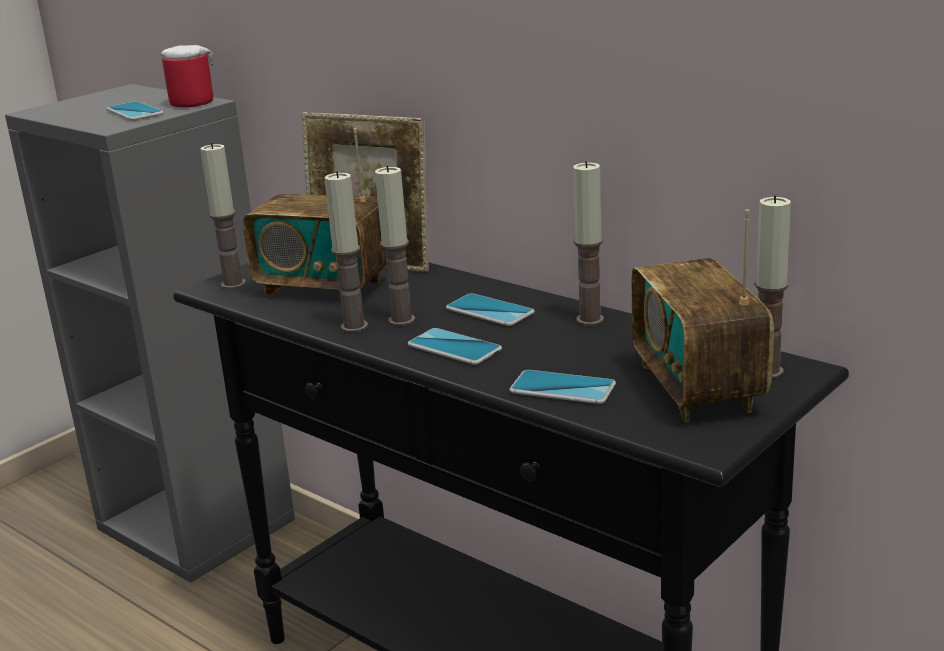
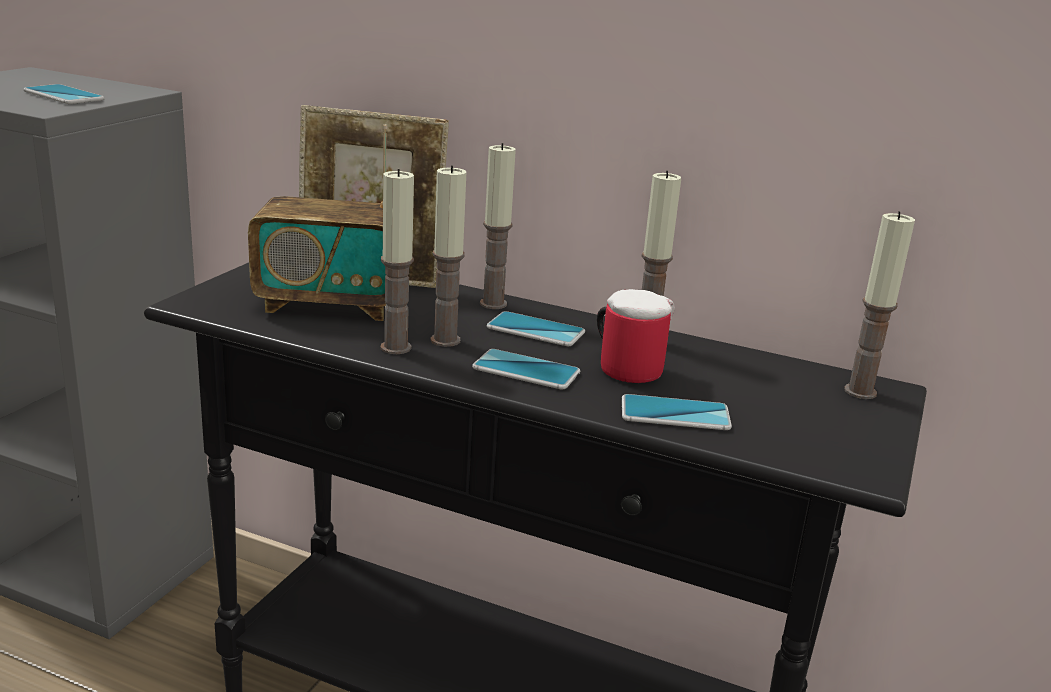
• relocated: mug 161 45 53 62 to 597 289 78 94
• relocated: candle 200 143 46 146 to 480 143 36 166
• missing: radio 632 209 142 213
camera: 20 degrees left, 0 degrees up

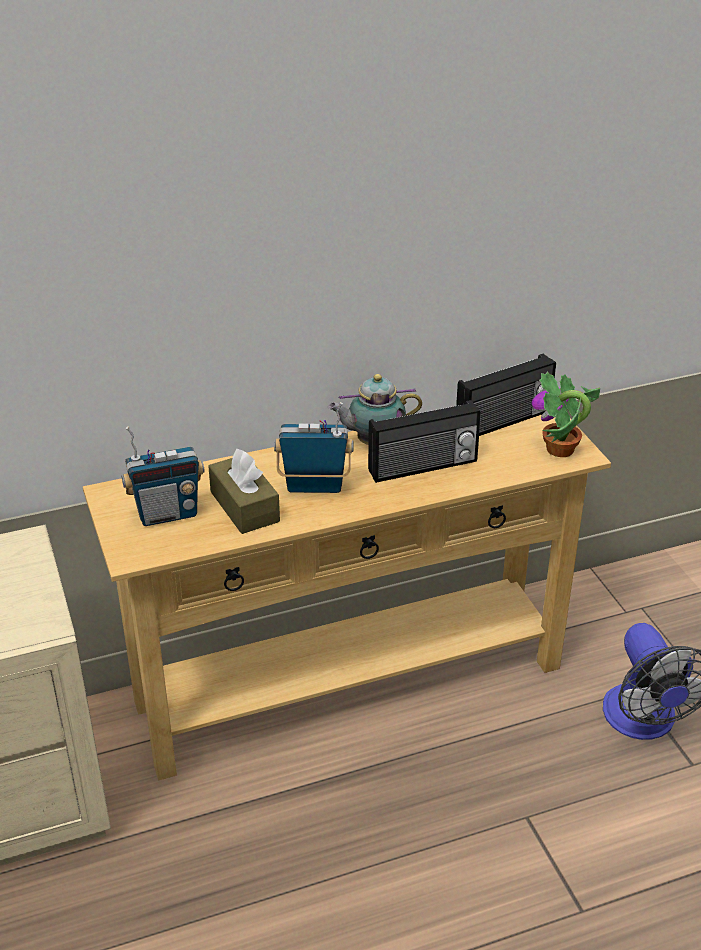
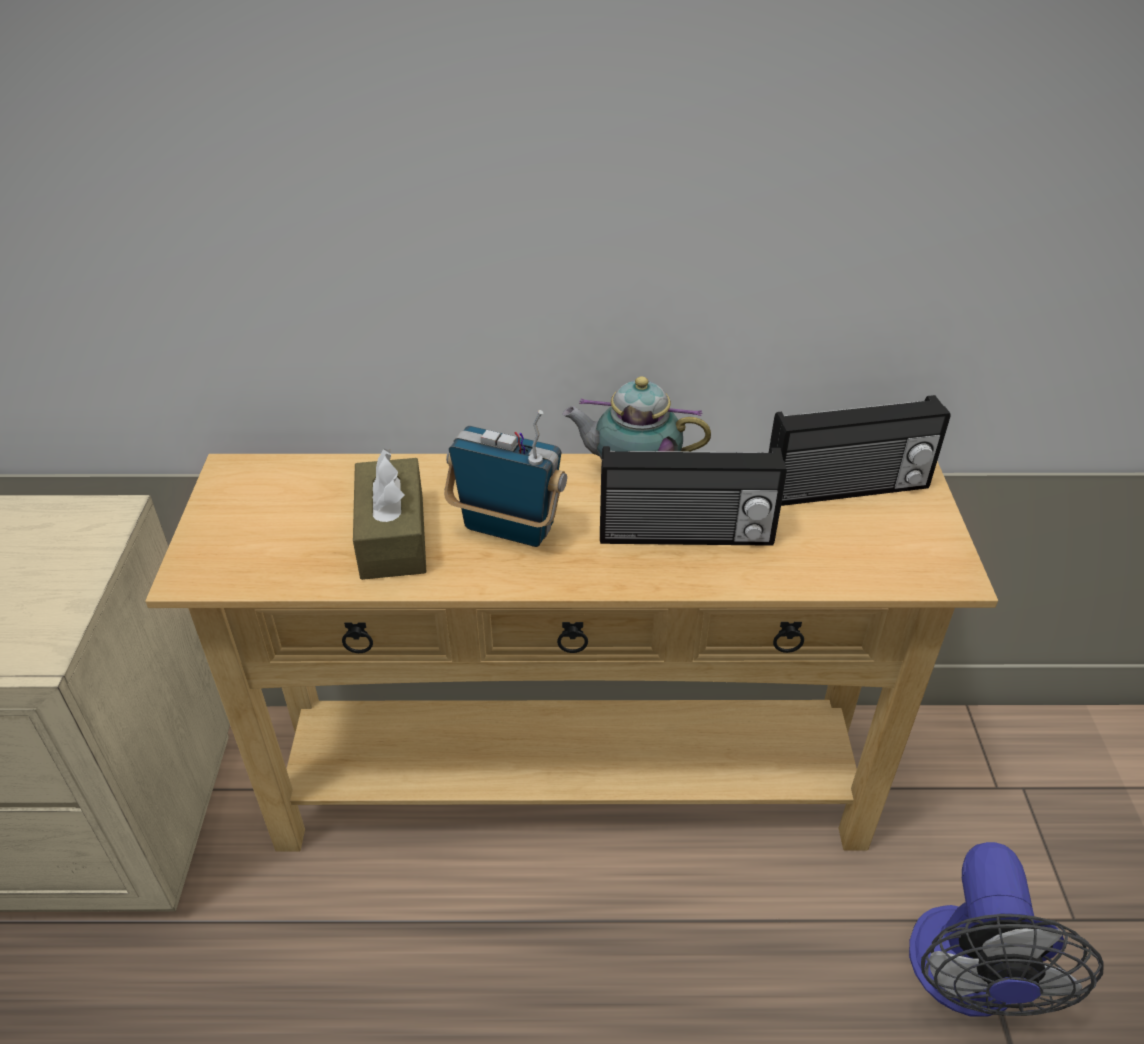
• missing: potted plant 532 372 68 85
• missing: radio 122 426 83 100
camera: 20 degrees right, 5 degrees up

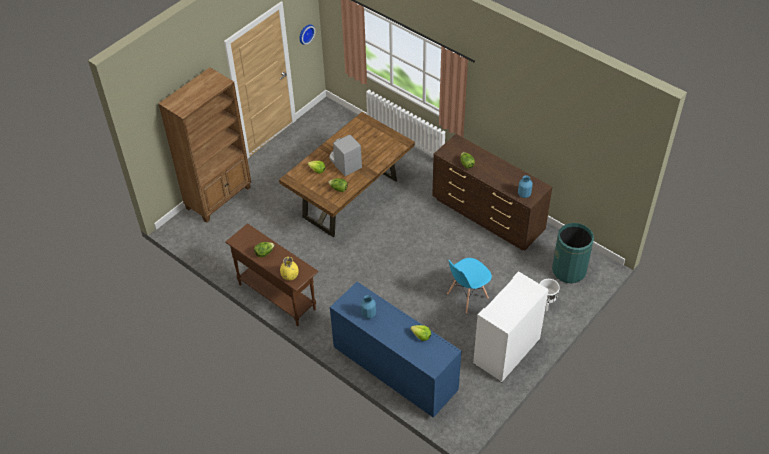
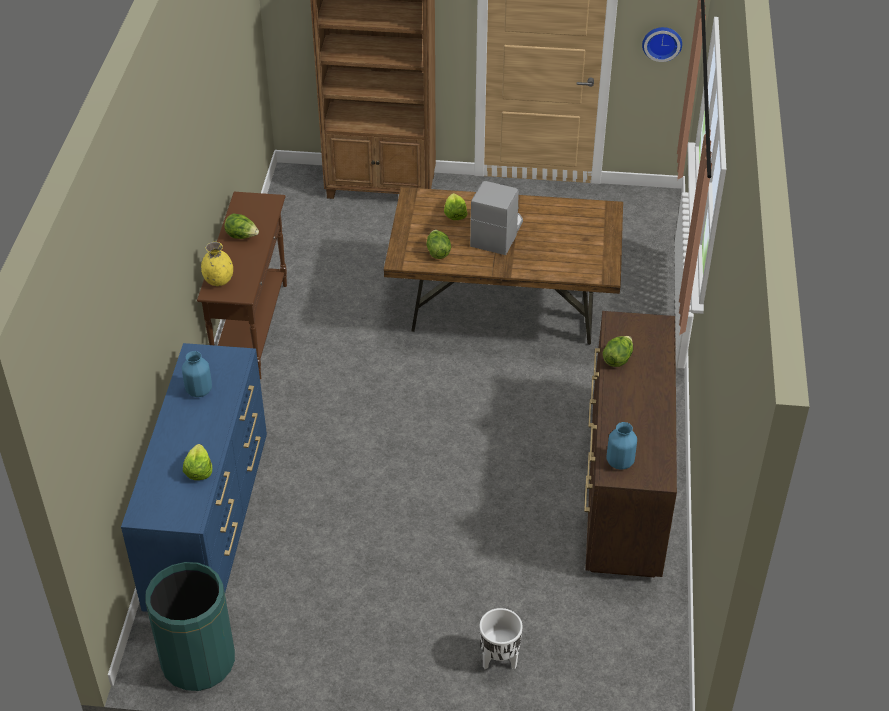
• relocated: trash can in green 552 223 42 60 to 145 562 90 129
• missing: chair in blue 447 258 45 55
• missing: cabinet in white 473 272 76 111
camera: 55 degrees right, 5 degrees down

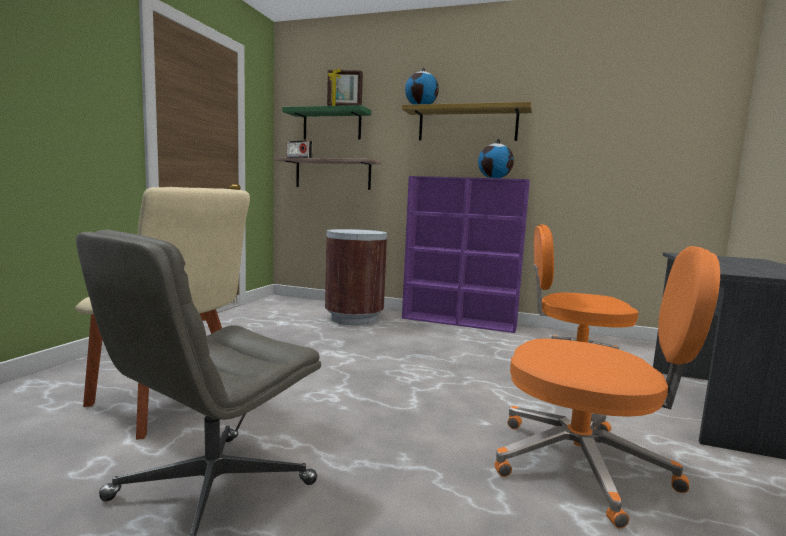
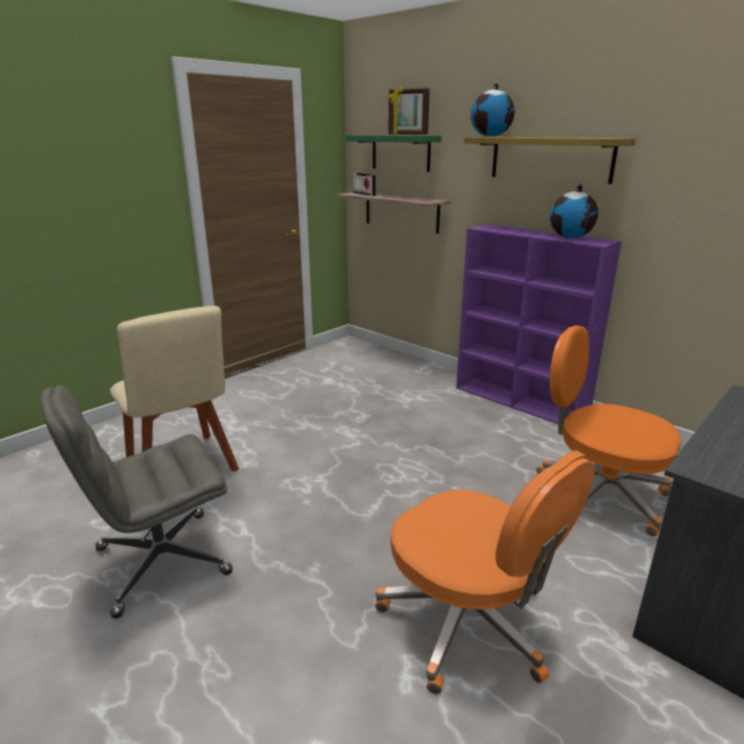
• missing: trash can in brown 325 229 62 96
camera: 25 degrees right, 15 degrees up

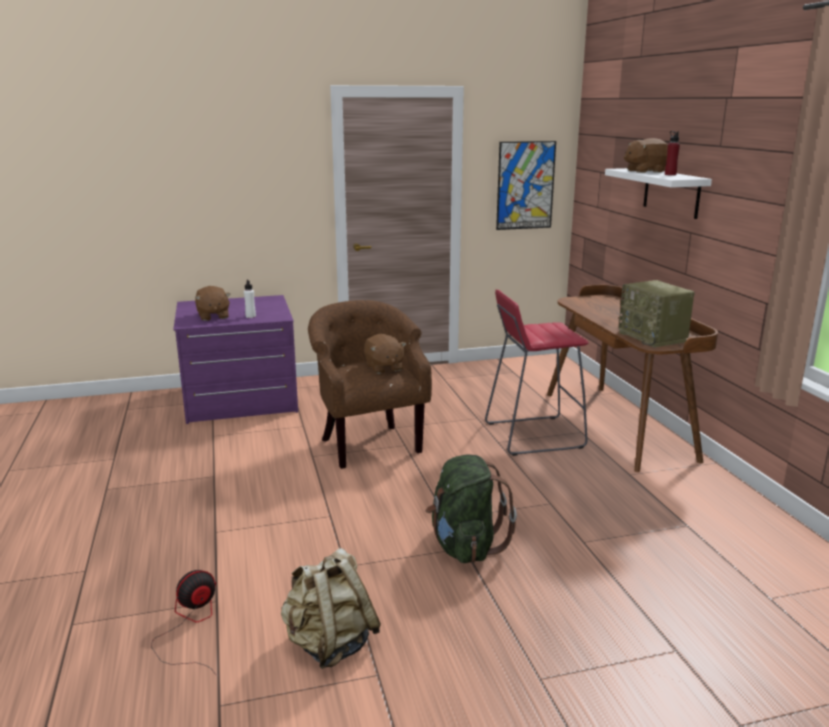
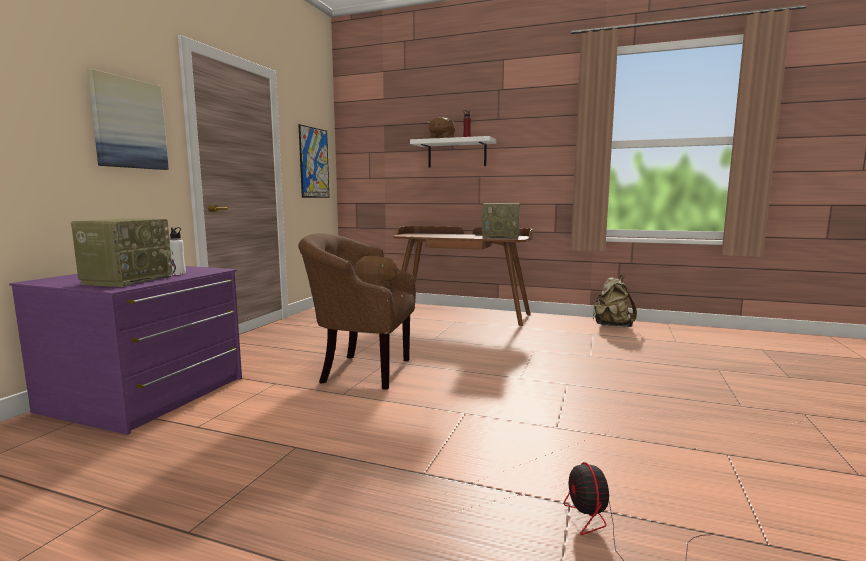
• exchanged: plush toy in brown 195 286 36 35 to radio 71 218 105 69
• missing: stool in red 485 290 104 166
• missing: backpack in green 426 455 91 108
• relocated: backpack in beige 281 548 100 121 to 593 275 44 52
• appeared: picture 87 69 82 101
camera: 55 degrees left, 10 degrees down

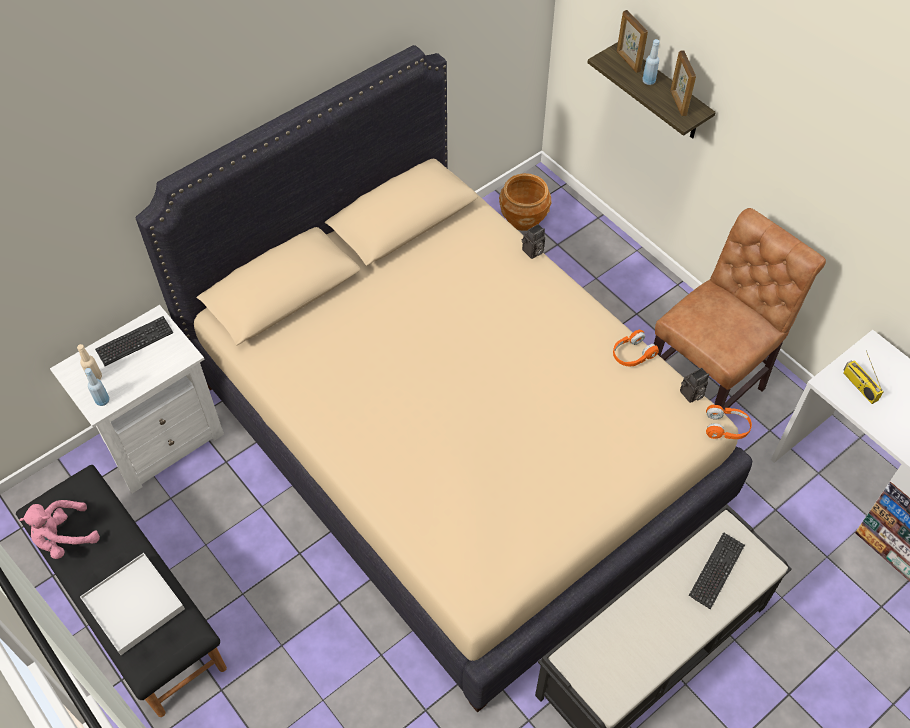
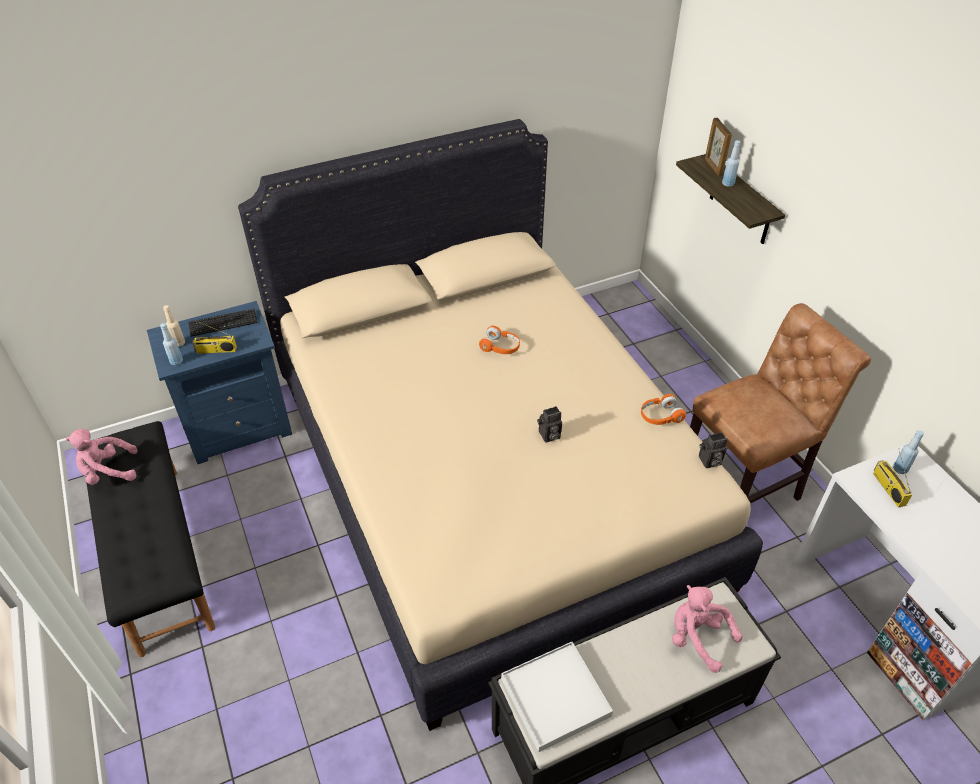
• missing: picture frame 670 50 26 66
• missing: planter in brown 499 173 52 58
• relocated: photo camera 522 224 23 35 to 537 406 25 37
• colour: nightstand in white 50 305 174 189 to nightstand in blue 147 301 145 163
• relocated: headphones in orange 706 405 46 34 to 479 326 41 28
• exchanged: keyboard 689 532 56 77 to plush toy in pink 672 585 70 88
• relocated: tray in white 80 553 105 102 to 501 642 112 110
• appeared: radio 192 320 45 34
• appeared: bottle in blue 893 430 31 44
camera: 15 degrees right, 10 degrees down

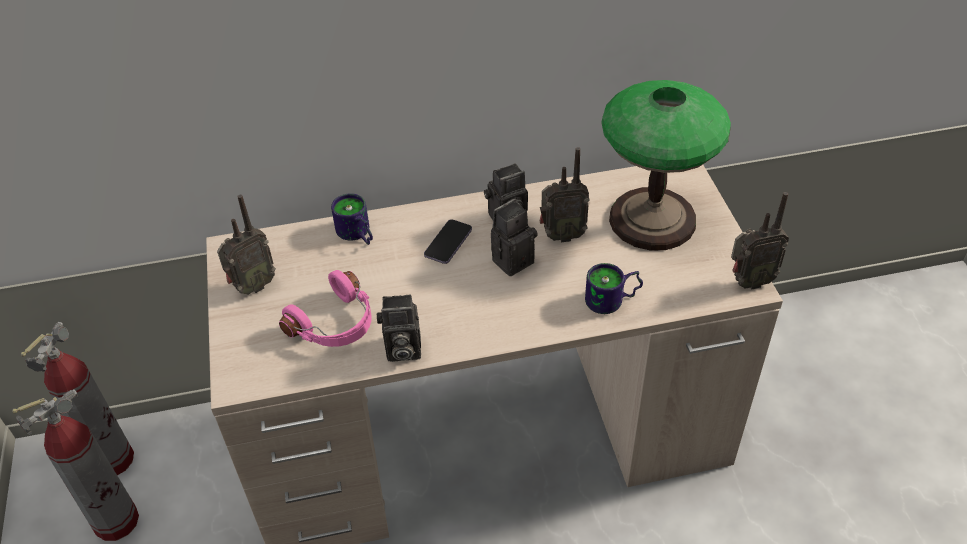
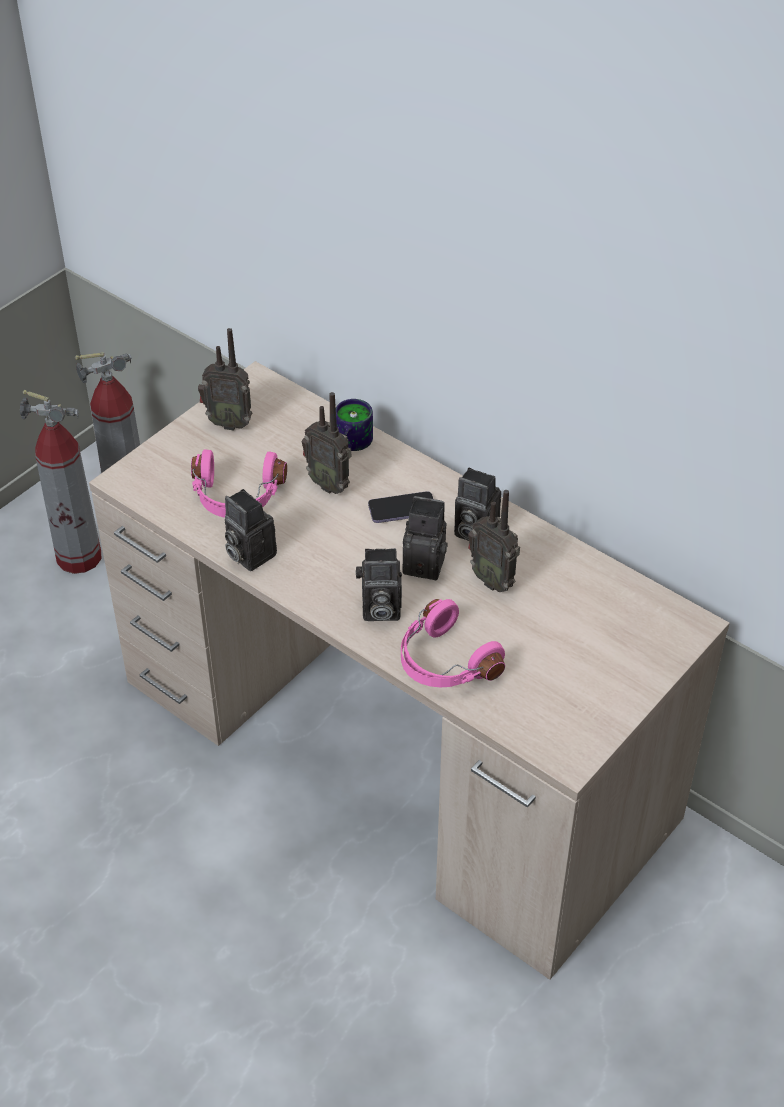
• missing: table lamp 601 80 130 171
• relocated: radio 731 192 58 98 to 302 392 49 102
• exchanged: mug 585 263 58 51 to headphones in pink 401 599 104 88
• appeared: photo camera 356 548 46 73
camera: 50 degrees right, 0 degrees up

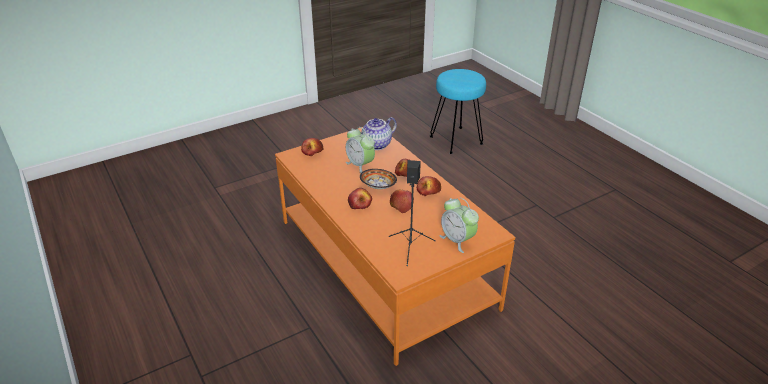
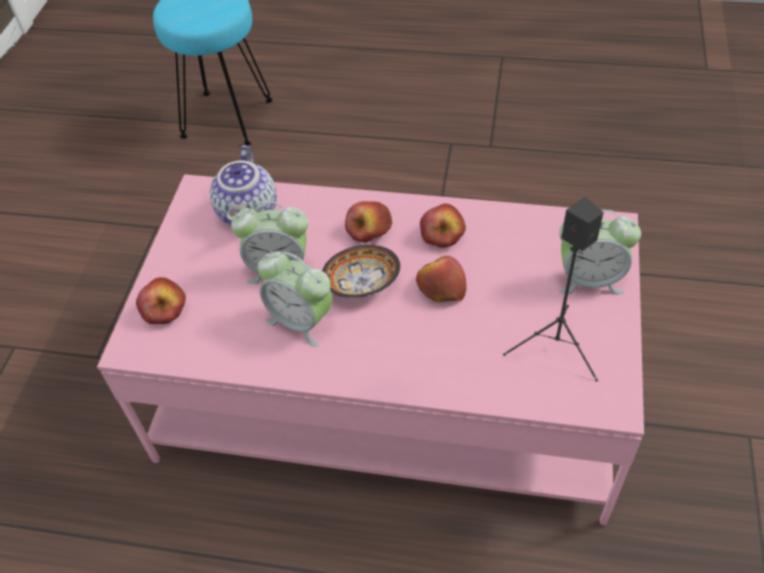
• colour: coffee table in orange 275 127 240 239 to coffee table in pink 97 174 547 351
• missing: apple 348 188 24 21
• appeared: alarm clock 258 251 75 96
camera: 45 degrees left, 15 degrees up

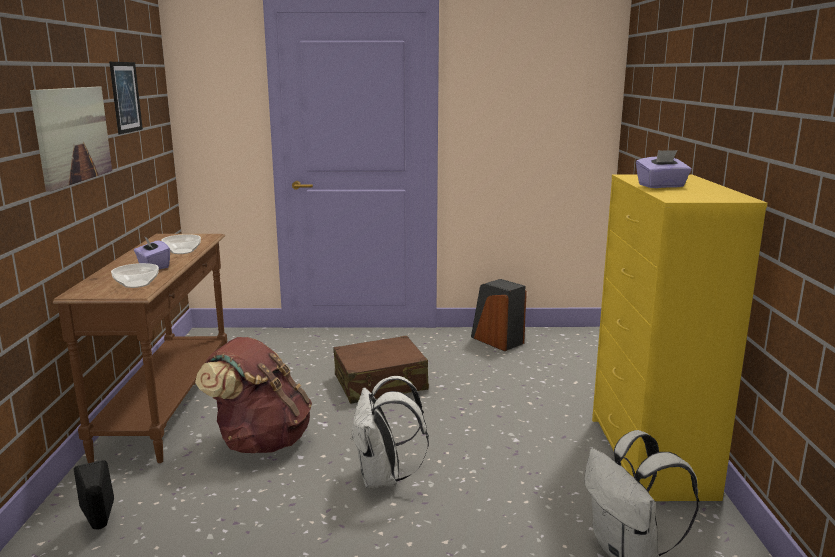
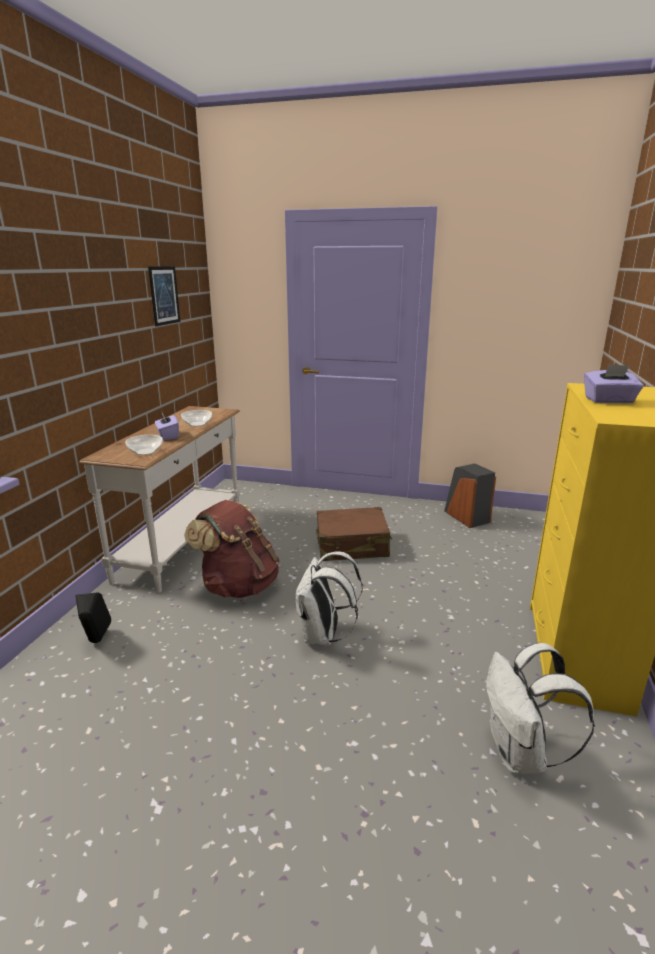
• missing: picture 30 86 82 106
• colour: console table in brown 53 234 174 229 to console table in white 79 406 161 187
camera: 15 degrees right, 5 degrees up

